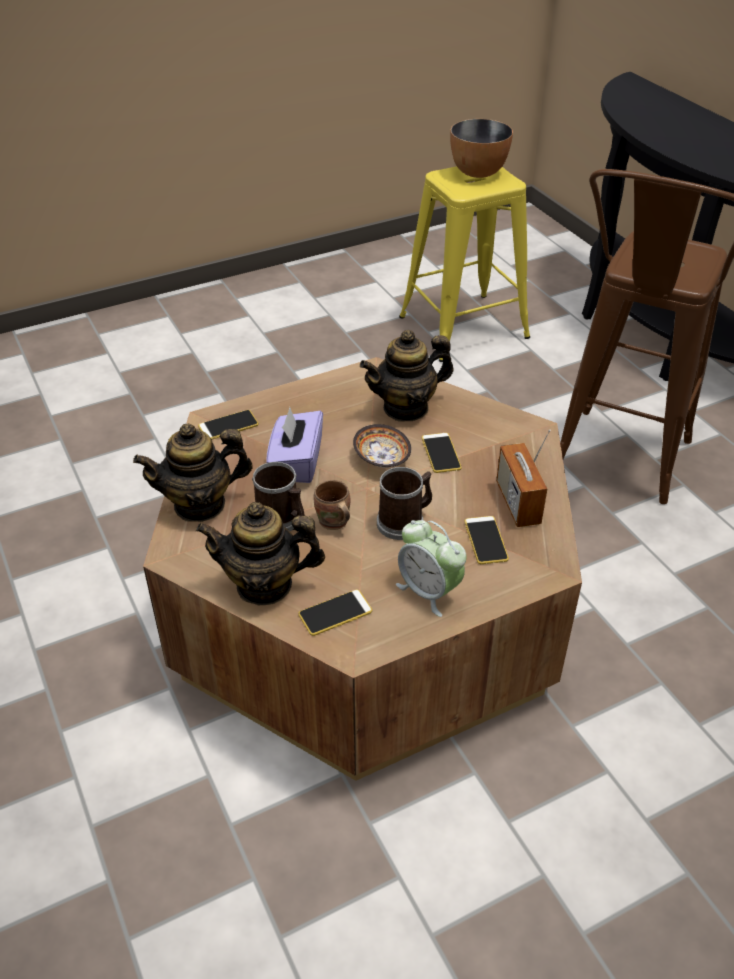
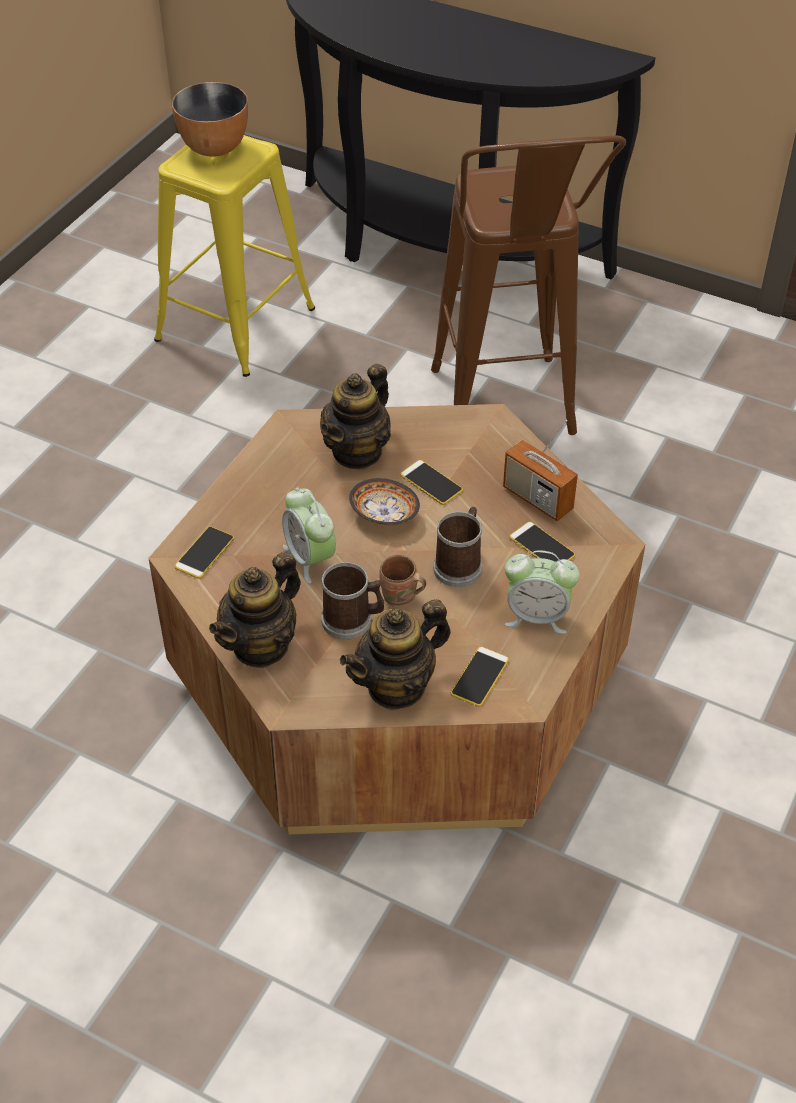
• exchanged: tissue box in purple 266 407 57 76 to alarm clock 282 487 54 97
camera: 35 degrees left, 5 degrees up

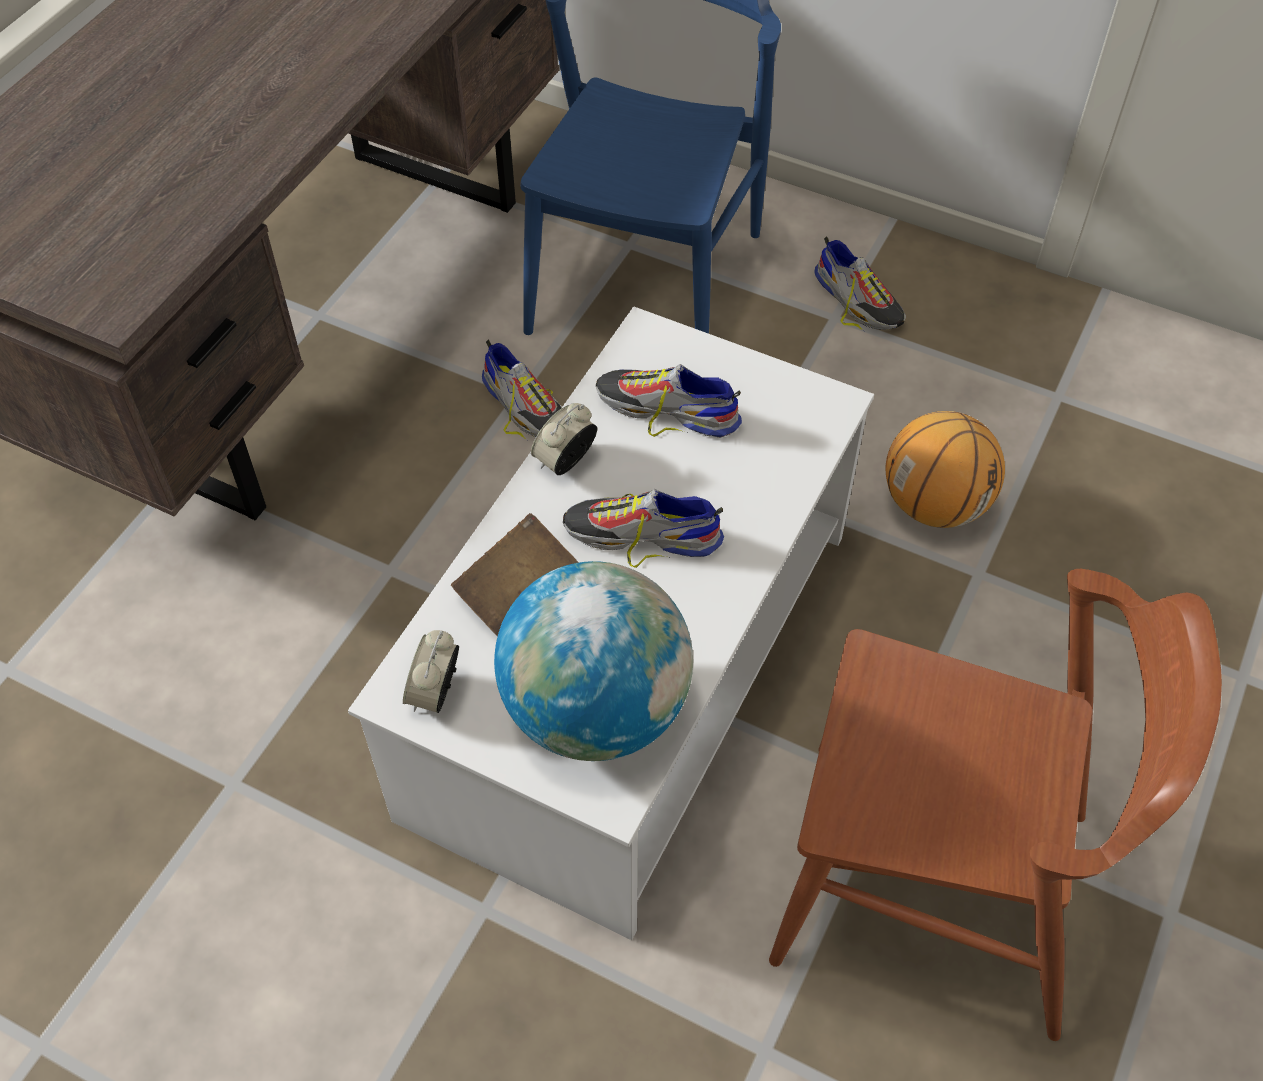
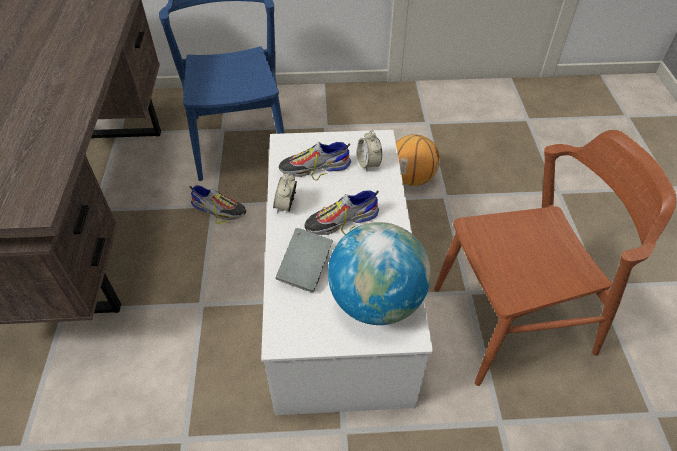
• missing: shoe 814 237 92 95
• colour: book in brown 451 513 128 124 to book in grey 275 228 58 64
• relocated: alarm clock 403 630 56 83 to 357 130 25 41
camera: 30 degrees left, 5 degrees down

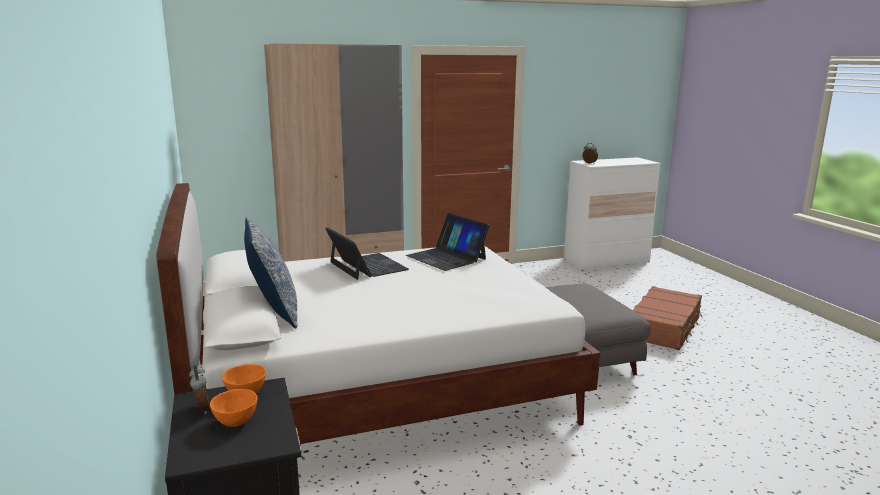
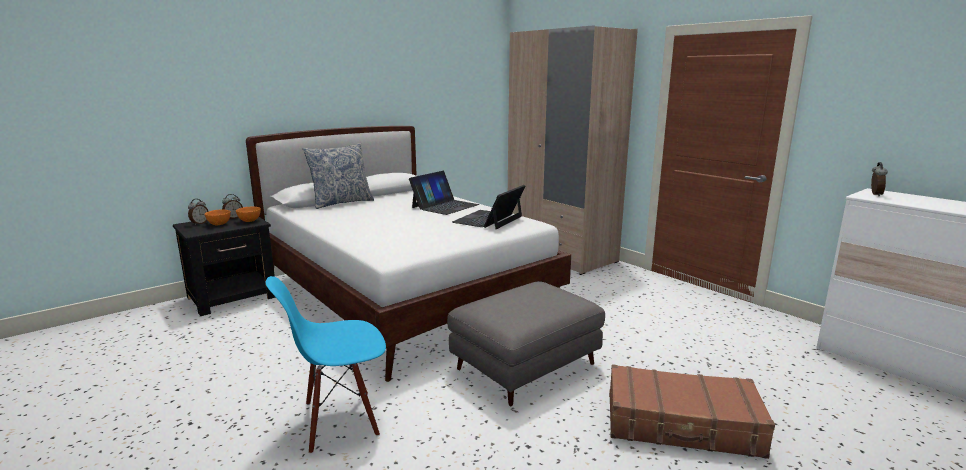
• appeared: alarm clock 188 199 21 26
• appeared: chair in blue 266 276 120 178
camera: 70 degrees right, 0 degrees up

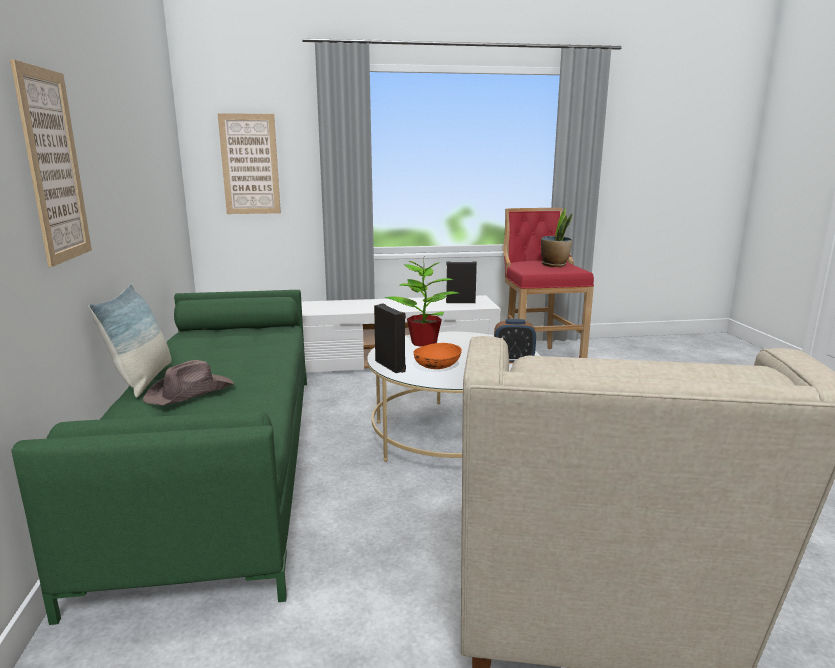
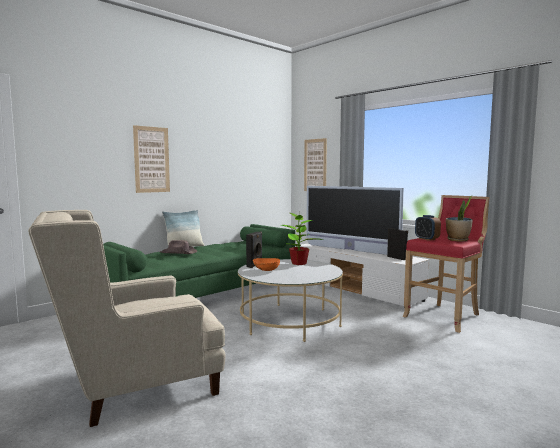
• relocated: alarm clock 494 319 42 44 to 415 215 26 26
• appeared: television 306 186 98 69
camera: 55 degrees right, 10 degrees down

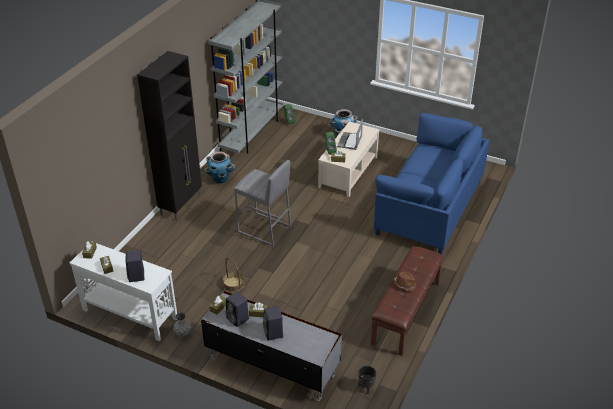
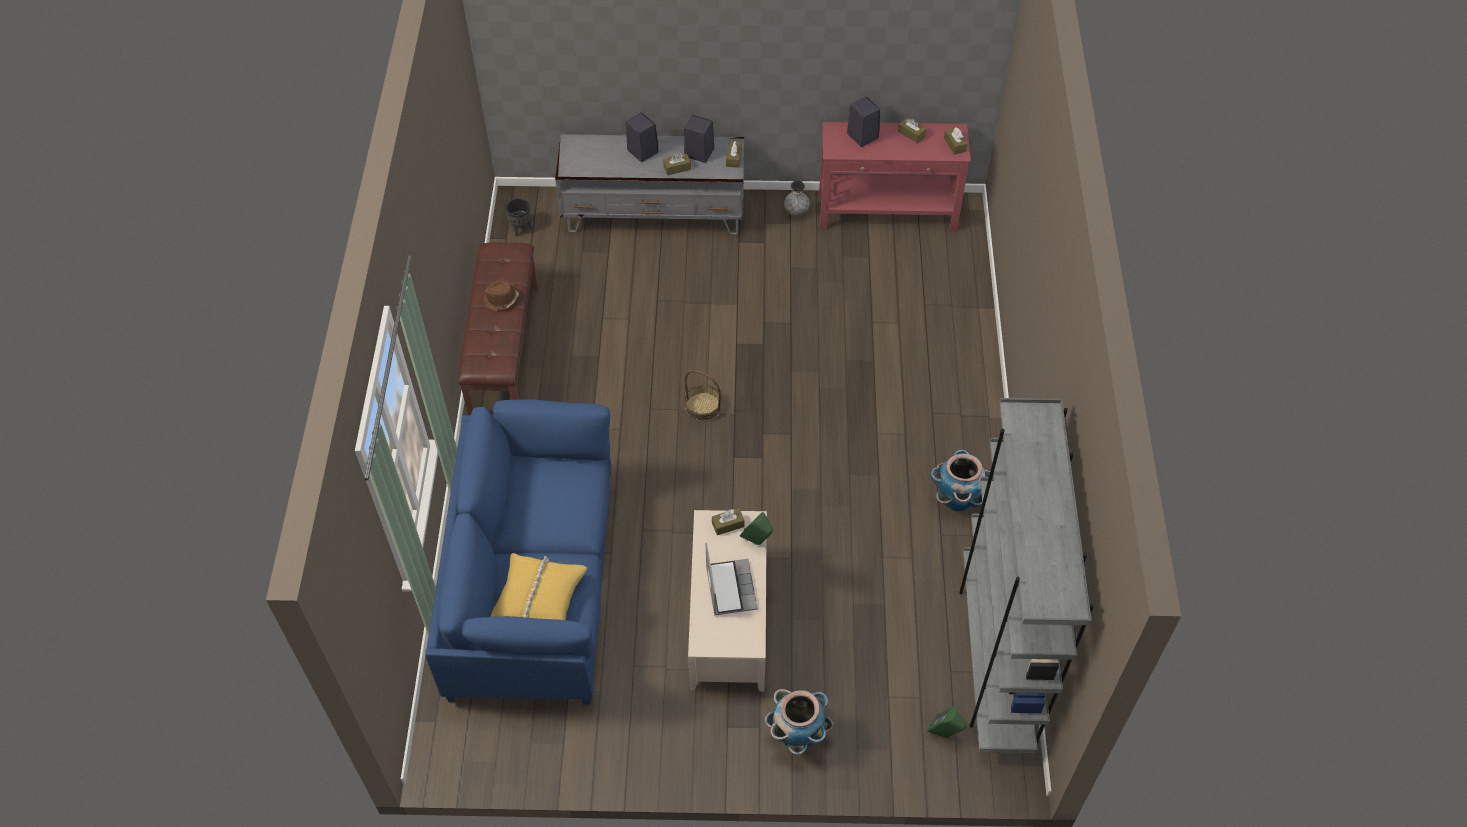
• missing: cabinet in black 137 51 65 170
• missing: stool in grey 234 160 57 86
• colour: console table in white 70 241 108 100 to console table in red 819 122 152 109
• relocated: basket 222 258 23 34 to 685 370 37 52
• appeared: pillow in yellow 491 553 97 67
camera: 155 degrees right, 15 degrees up

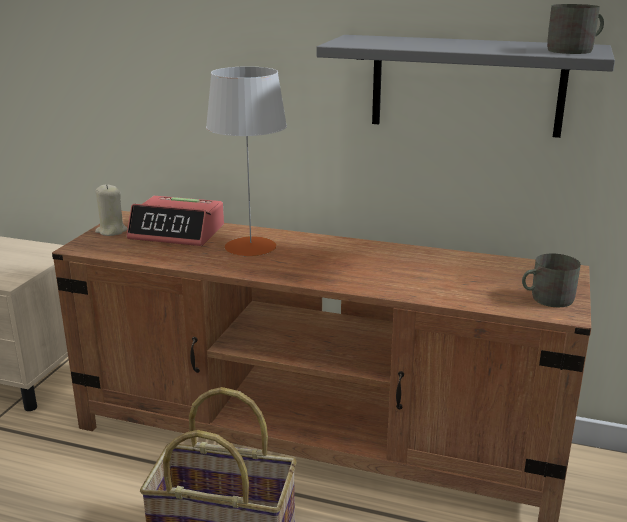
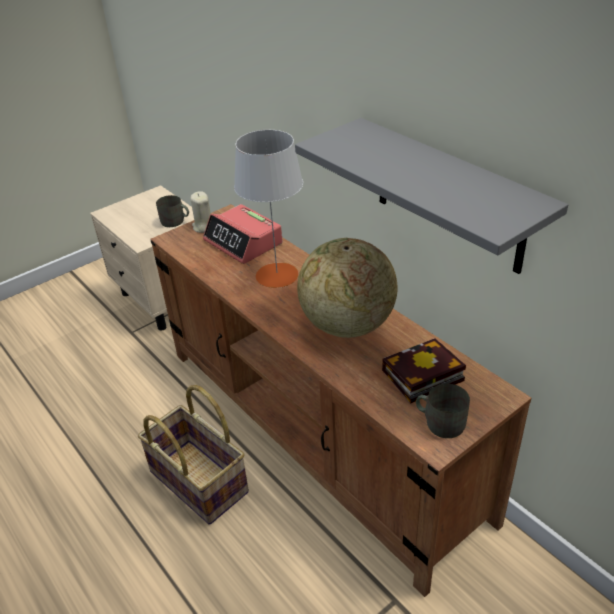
• relocated: mug in grey 547 4 57 50 to 156 195 33 32
• appeared: globe 297 238 101 100
• appeared: book 382 338 84 65
camera: 35 degrees right, 15 degrees up

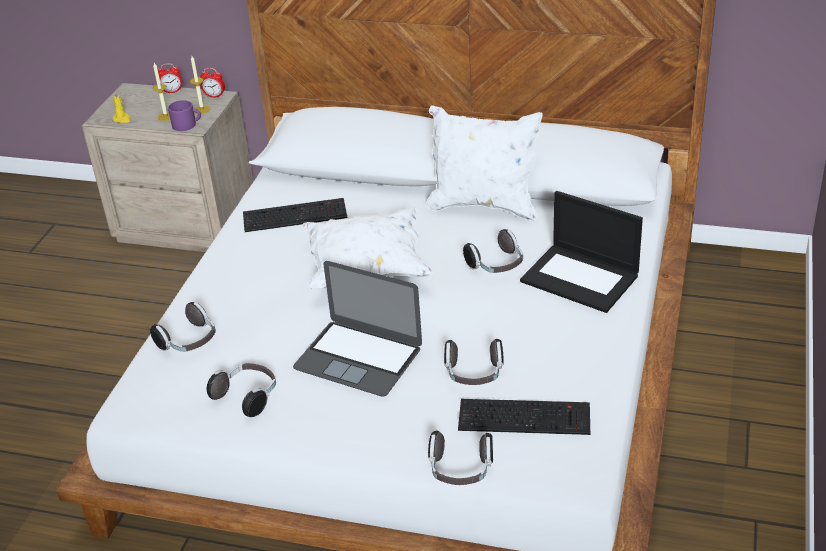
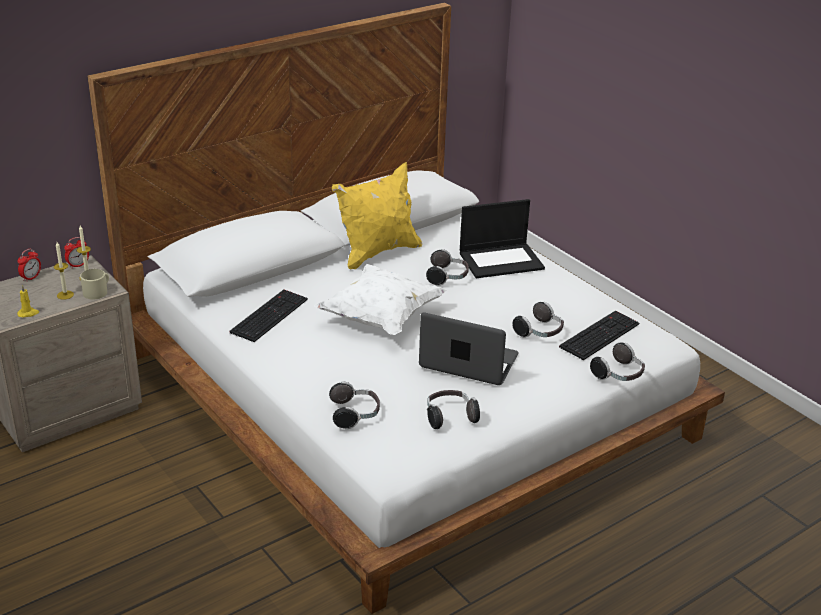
• colour: mug in purple 168 100 33 31 to mug in beige 80 269 29 31
• colour: pillow in white 426 105 117 116 to pillow in yellow 332 162 90 108
• spun: laptop 293 261 129 136 = 419 313 100 72 135 degrees counterclockwise
camera: 55 degrees left, 5 degrees down

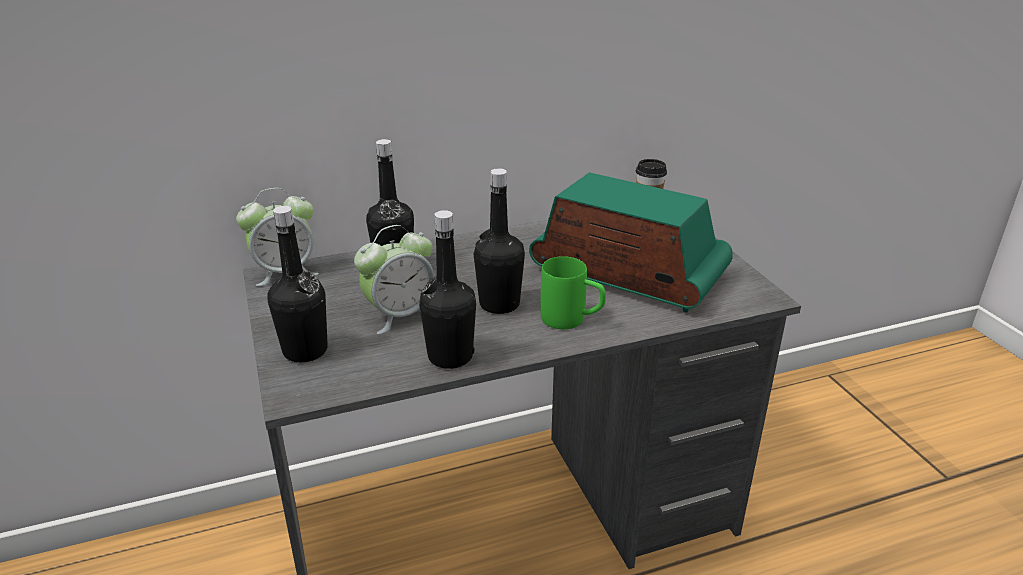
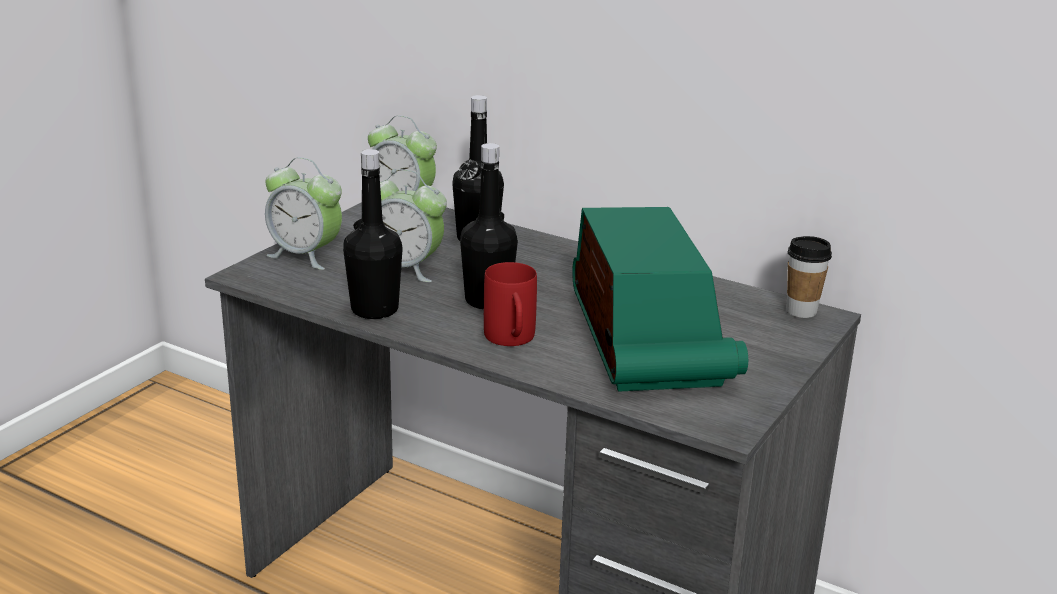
• exchanged: bottle in black 267 206 61 157 to alarm clock 265 157 77 113
• colour: mug in green 541 256 65 73 to mug in red 484 262 53 84
camera: 50 degrees right, 5 degrees down

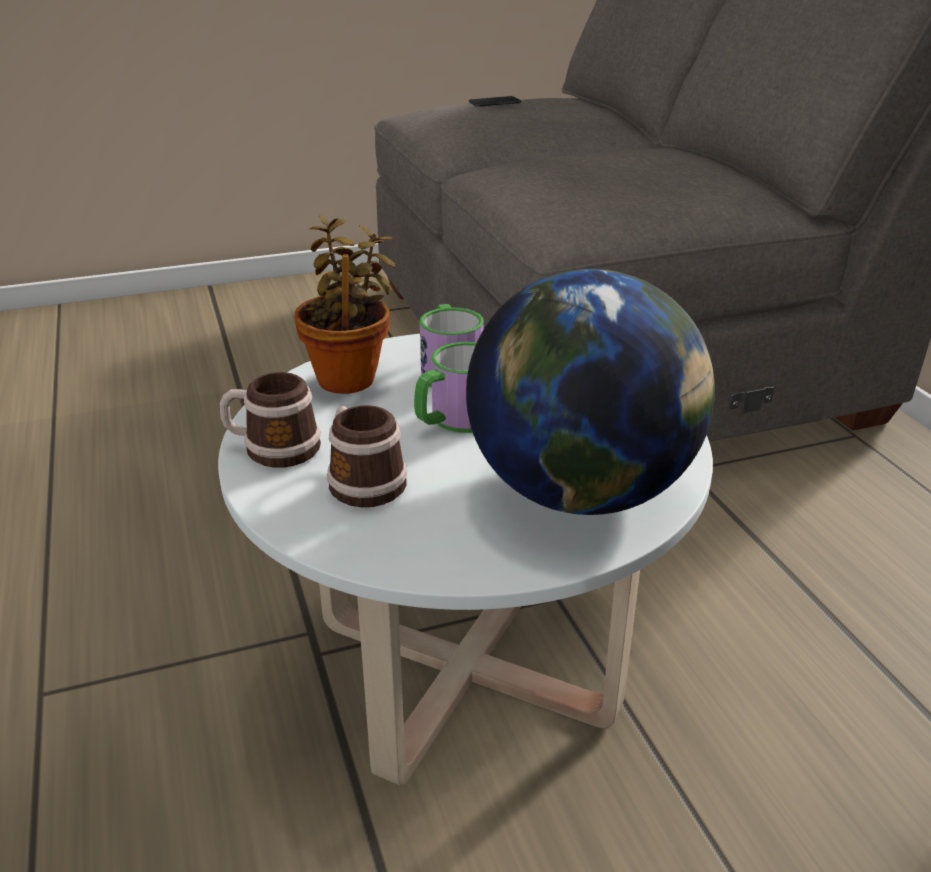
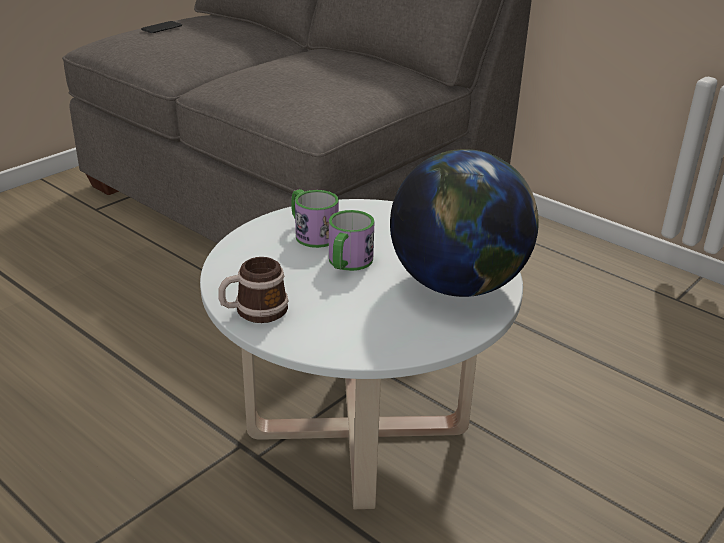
• missing: potted plant 295 215 100 179
• missing: mug 327 405 80 102
camera: 30 degrees left, 0 degrees up

